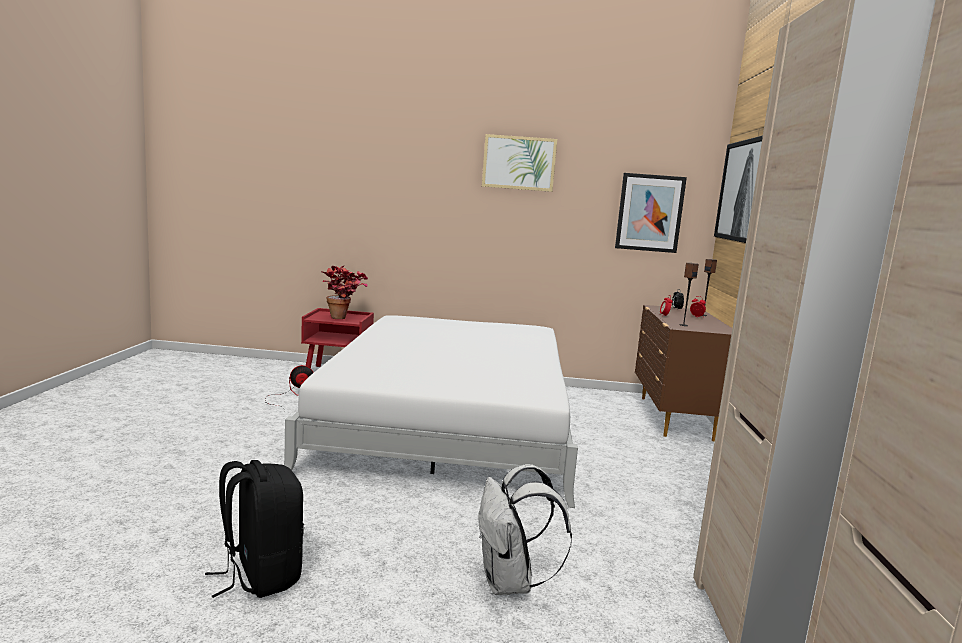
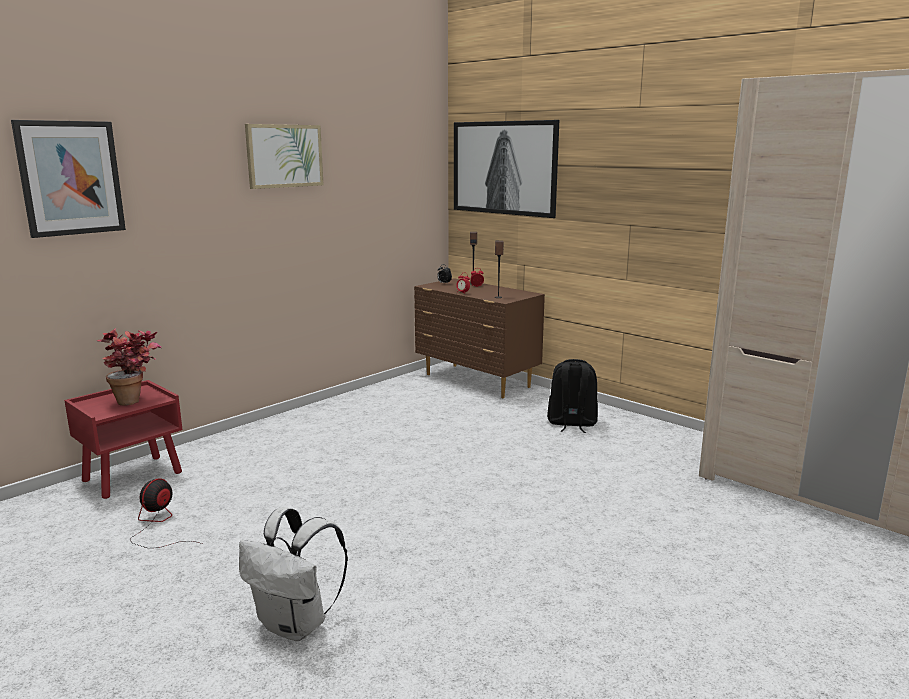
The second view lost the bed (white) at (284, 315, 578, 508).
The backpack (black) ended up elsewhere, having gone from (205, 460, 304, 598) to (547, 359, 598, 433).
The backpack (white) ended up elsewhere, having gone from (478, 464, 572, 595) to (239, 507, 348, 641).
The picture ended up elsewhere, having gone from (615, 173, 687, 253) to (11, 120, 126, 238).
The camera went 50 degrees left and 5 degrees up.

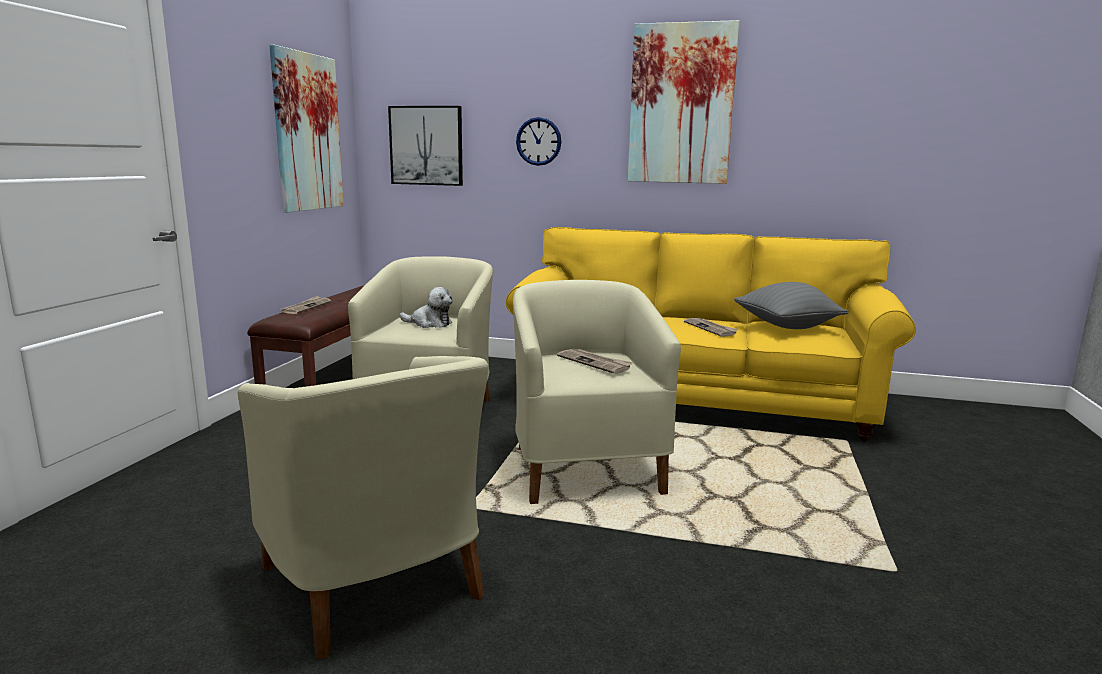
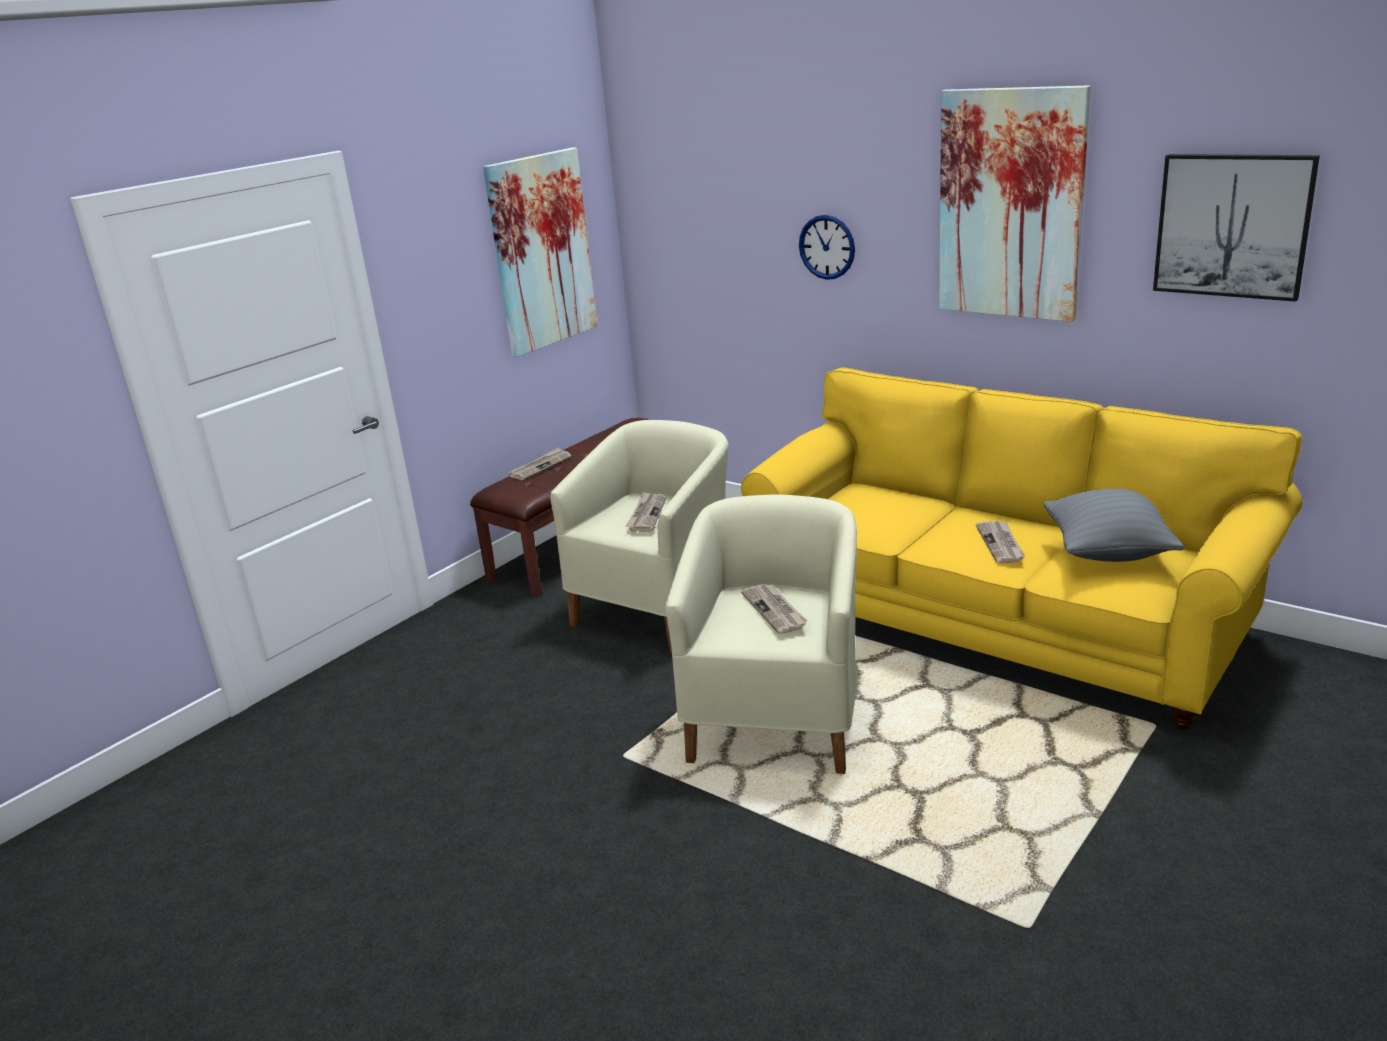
The second view lost the armchair (beige) at (238, 356, 489, 659).
The picture ended up elsewhere, having gone from (388, 106, 463, 186) to (1153, 154, 1320, 302).
Where the plush toy stood at (400, 287, 452, 328), the newspaper came to stand at (625, 492, 666, 532).
The camera went 25 degrees right and 10 degrees up.

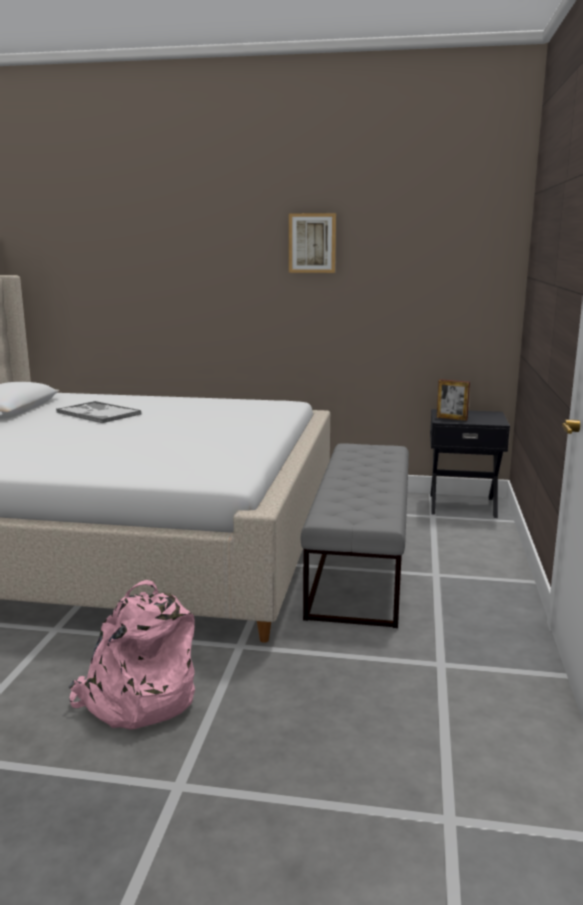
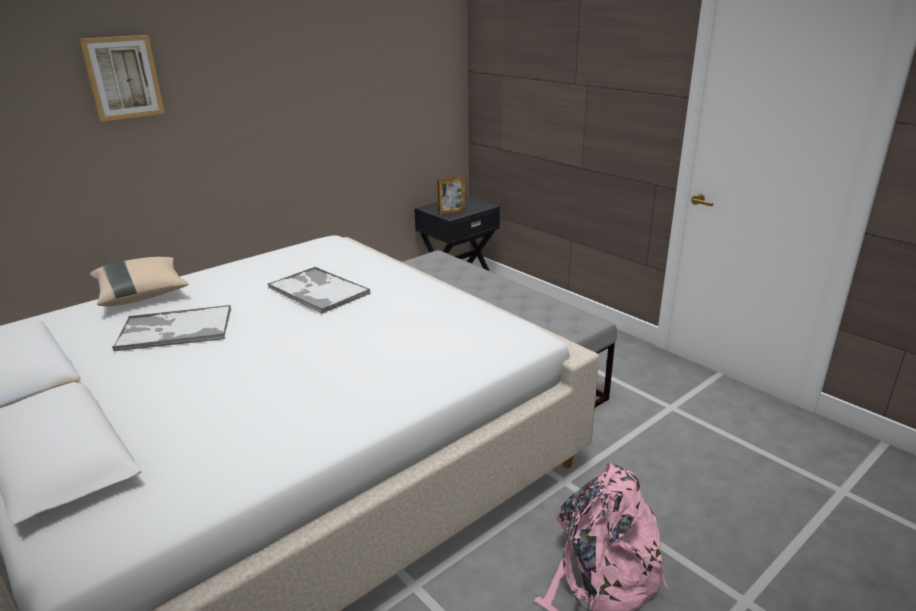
The second view gained the pillow (beige) at (90, 257, 188, 306).
The second view gained the tray at (268, 267, 371, 314).
The picture ended up elsewhere, having gone from (289, 213, 336, 273) to (79, 35, 165, 122).
The camera went 50 degrees left and 10 degrees up.

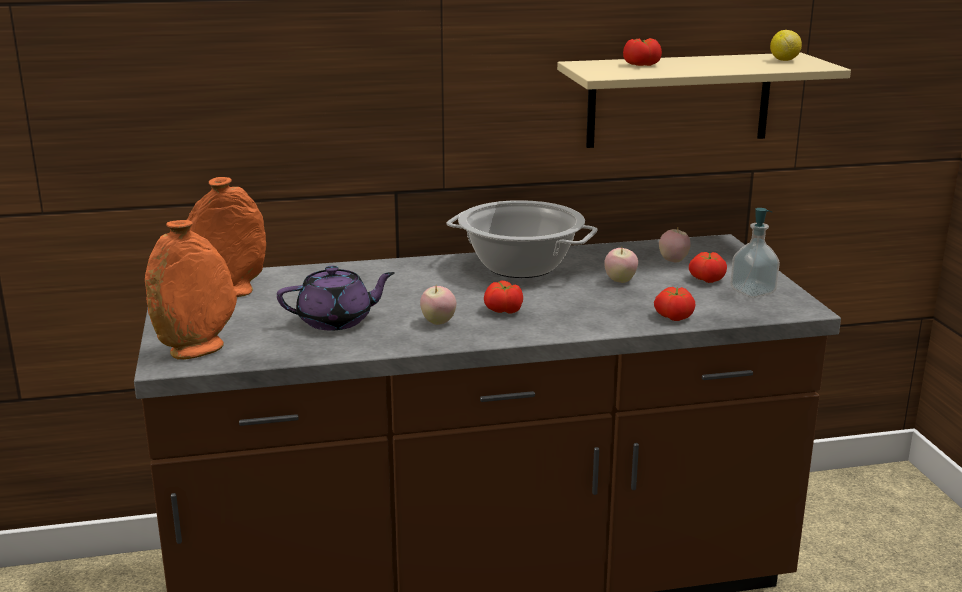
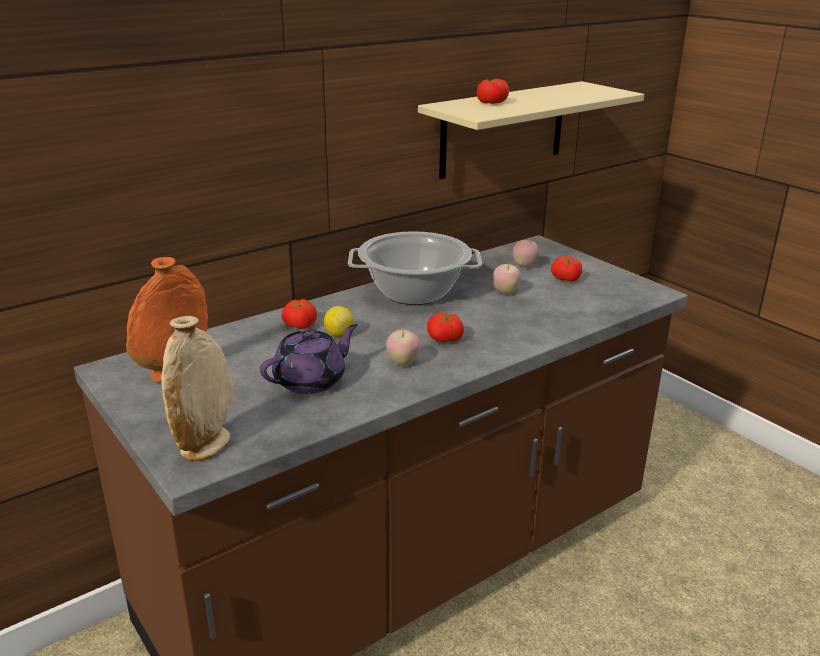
The second view lost the soap dispenser at (730, 208, 780, 298).
The tomato ended up elsewhere, having gone from (654, 287, 695, 321) to (281, 299, 317, 329).
The lemon ended up elsewhere, having gone from (770, 30, 802, 61) to (324, 306, 354, 336).
What was the vase (orange) at (145, 220, 237, 360) turned into the vase (beige) at (161, 316, 233, 462).
The camera went 25 degrees left and 5 degrees up.

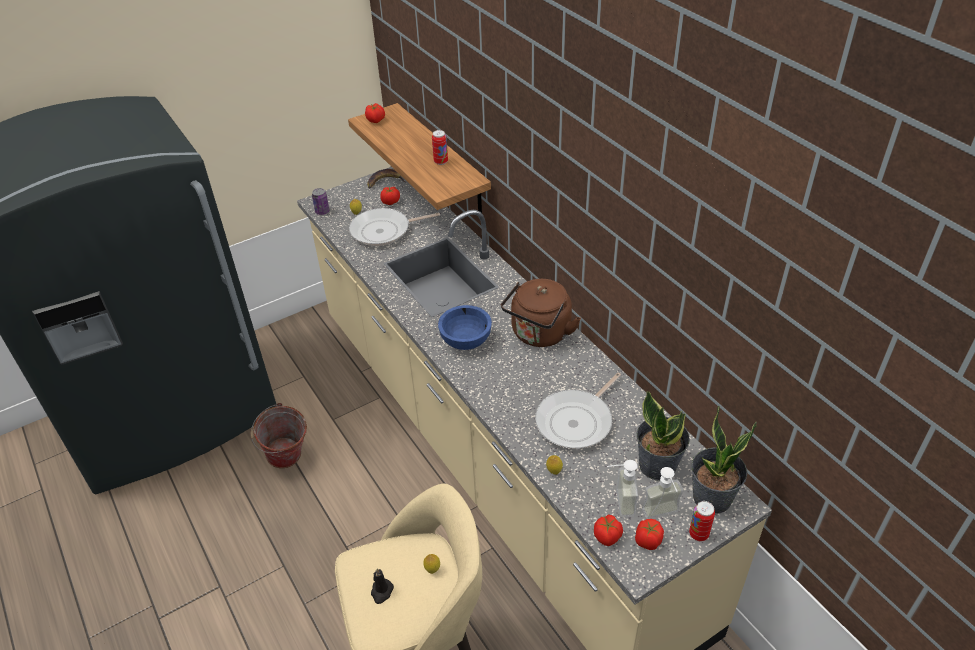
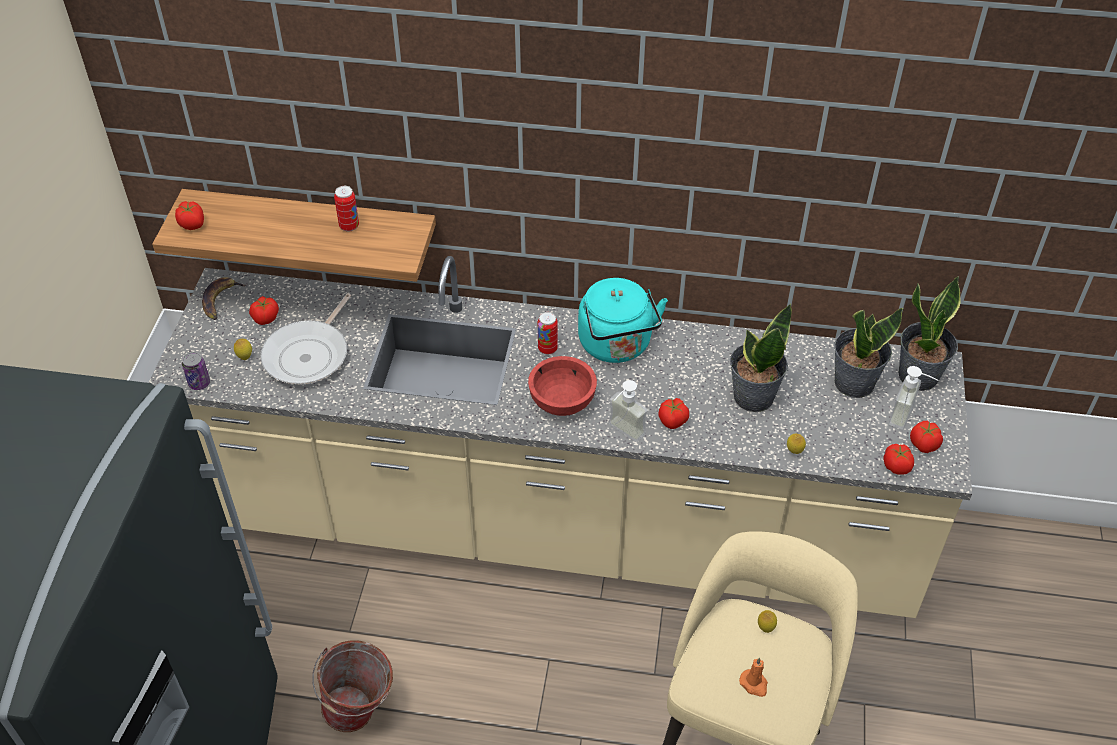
The second view gained the tomato at (658, 398, 689, 429).
The soap dispenser ended up elsewhere, having gone from (607, 460, 638, 518) to (608, 380, 648, 442).
The can ended up elsewhere, having gone from (689, 501, 715, 541) to (538, 312, 558, 354).
Where the frying pan stood at (535, 373, 621, 449), the potted plant came to stand at (730, 304, 792, 412).
What was the candle (black) at (371, 568, 394, 604) turned into the candle (orange) at (739, 657, 768, 697).
What was the bowl (blue) at (438, 305, 492, 350) turned into the bowl (red) at (528, 356, 597, 416).
What was the kettle (brown) at (501, 279, 581, 347) turned into the kettle (turquoise) at (578, 278, 668, 363).
The camera went 50 degrees left and 5 degrees up.

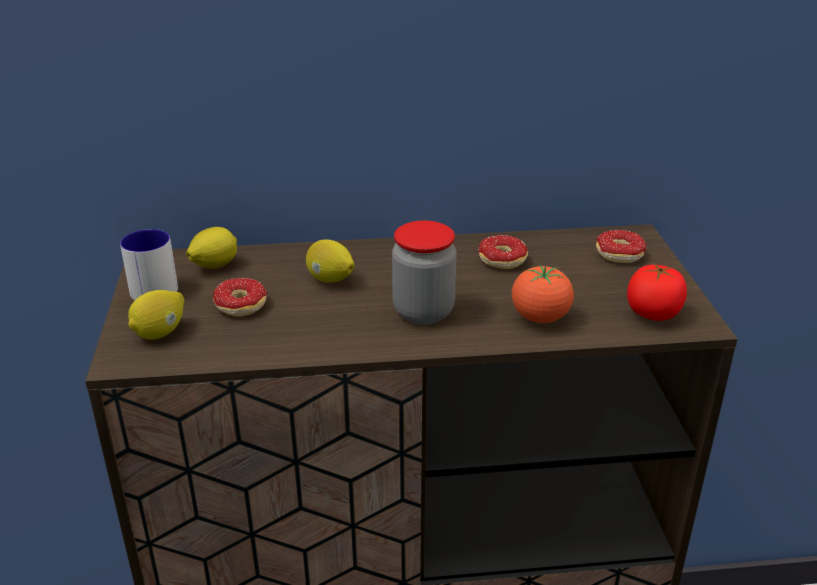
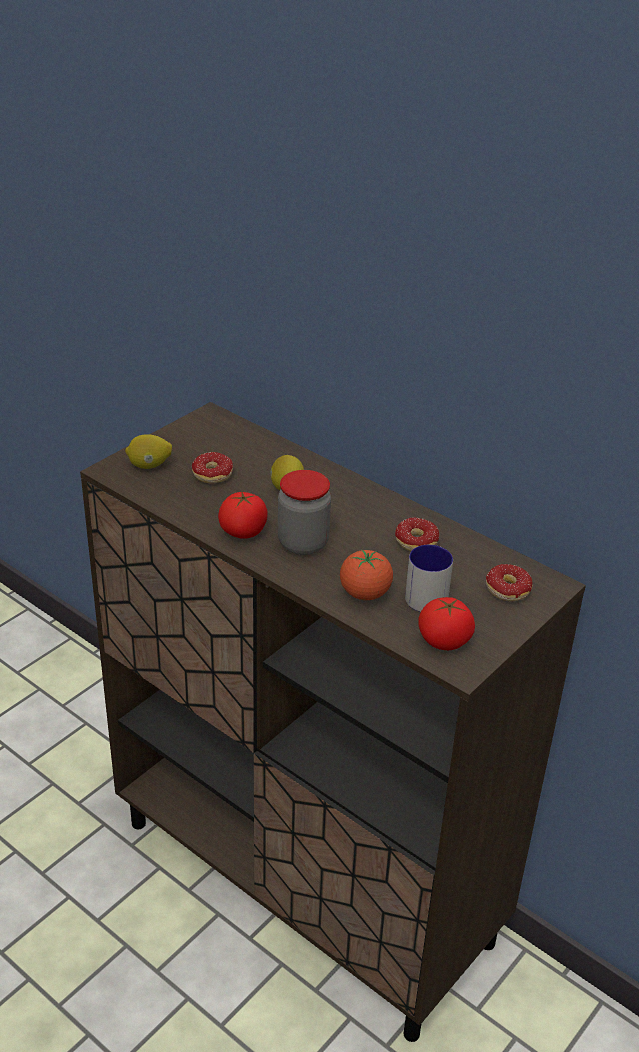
The second view lost the lemon at (186, 227, 237, 269).
The second view gained the tomato at (218, 490, 268, 539).
The mug ended up elsewhere, having gone from (120, 229, 178, 300) to (405, 545, 453, 612).
The camera went 45 degrees right and 5 degrees up.

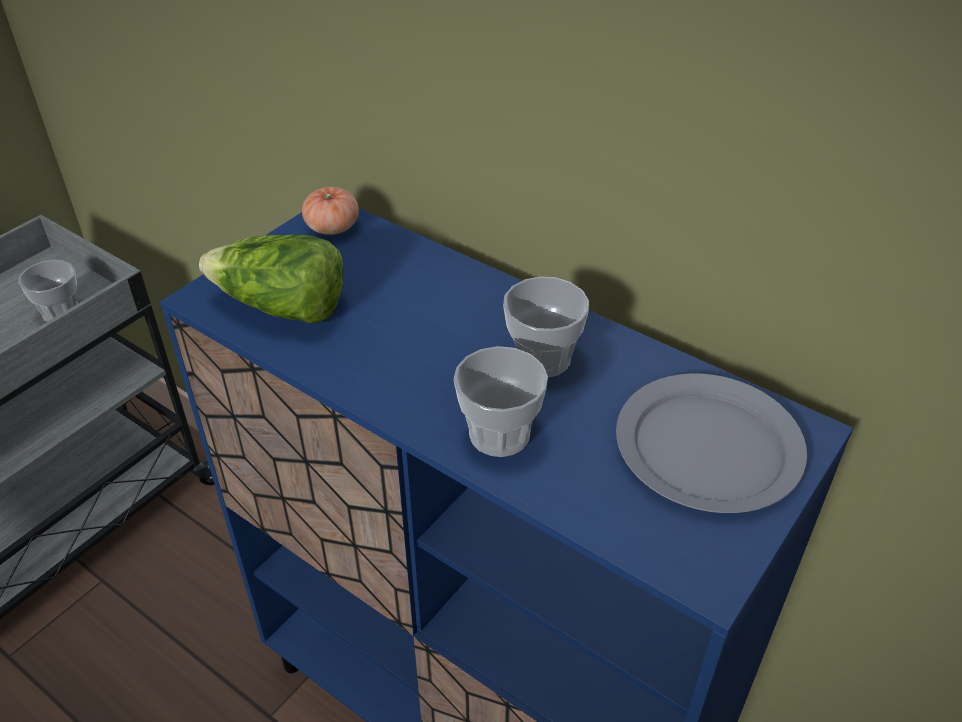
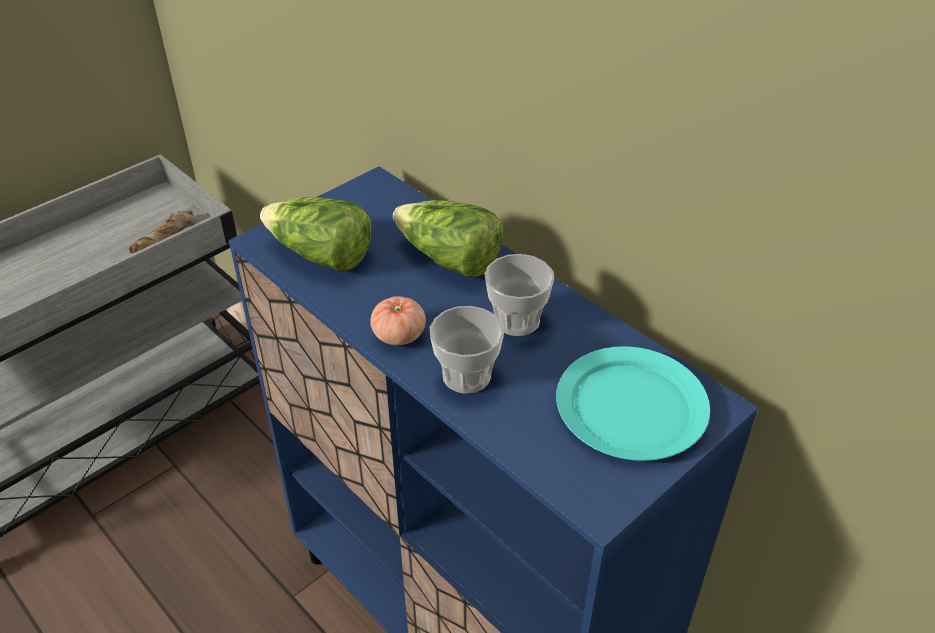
The second view gained the lettuce at (393, 200, 503, 278).
The tomato ended up elsewhere, having gone from (302, 187, 359, 235) to (370, 296, 426, 345).
Where the cup stood at (18, 260, 78, 322), the bread came to stand at (129, 210, 194, 254).
What was the plate (grey) at (616, 374, 807, 513) turned into the plate (turquoise) at (556, 346, 710, 461).
The camera went 10 degrees right and 0 degrees up.

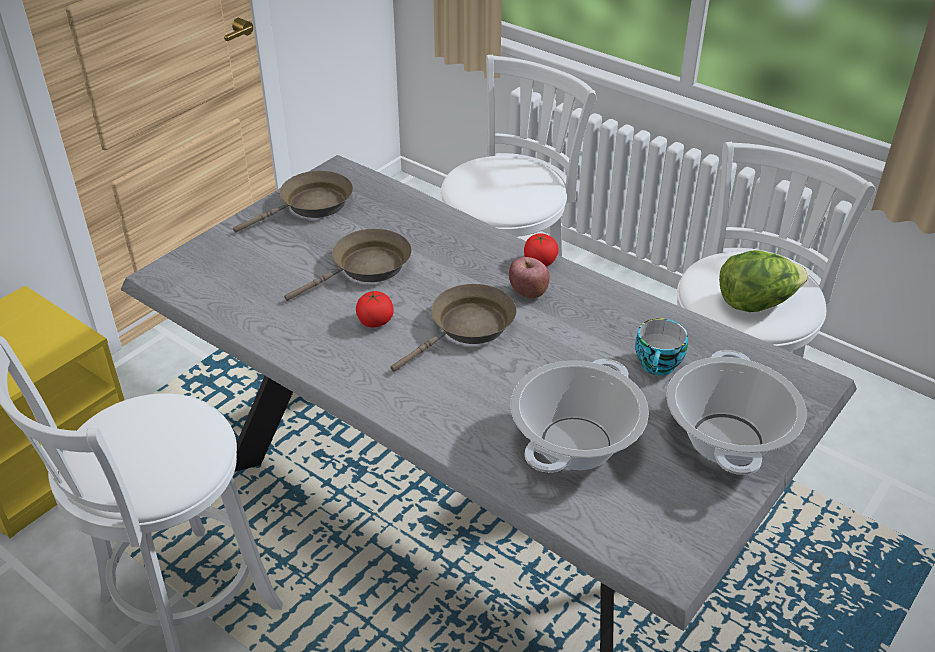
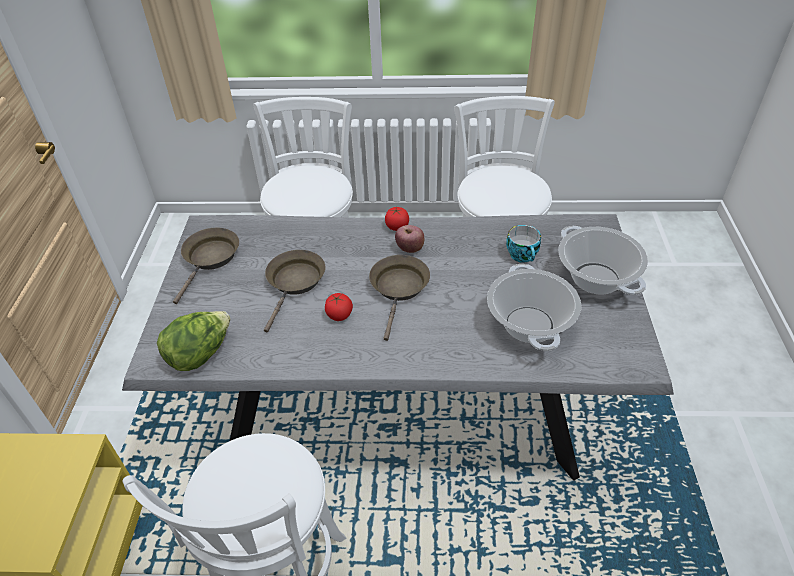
The lettuce ended up elsewhere, having gone from (719, 250, 809, 312) to (157, 311, 230, 371).
The camera went 35 degrees left and 5 degrees up.

